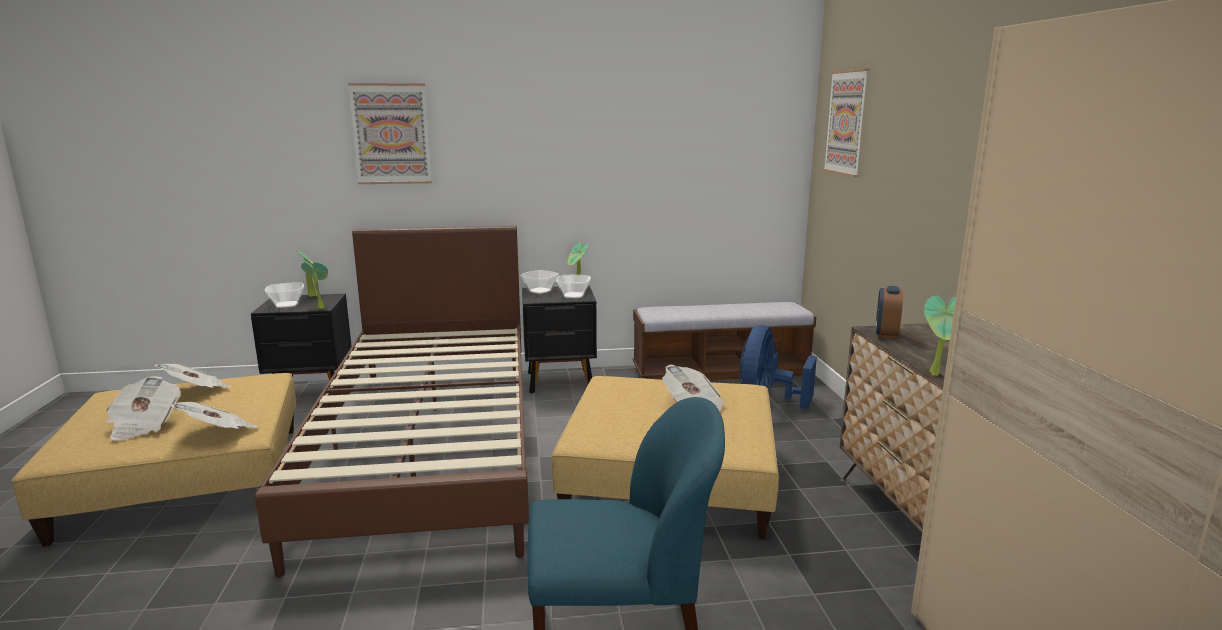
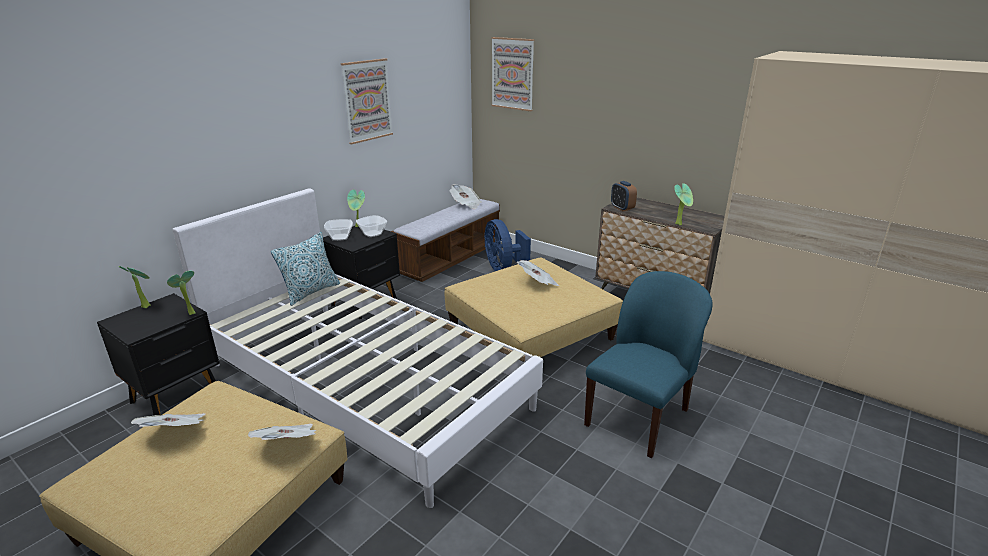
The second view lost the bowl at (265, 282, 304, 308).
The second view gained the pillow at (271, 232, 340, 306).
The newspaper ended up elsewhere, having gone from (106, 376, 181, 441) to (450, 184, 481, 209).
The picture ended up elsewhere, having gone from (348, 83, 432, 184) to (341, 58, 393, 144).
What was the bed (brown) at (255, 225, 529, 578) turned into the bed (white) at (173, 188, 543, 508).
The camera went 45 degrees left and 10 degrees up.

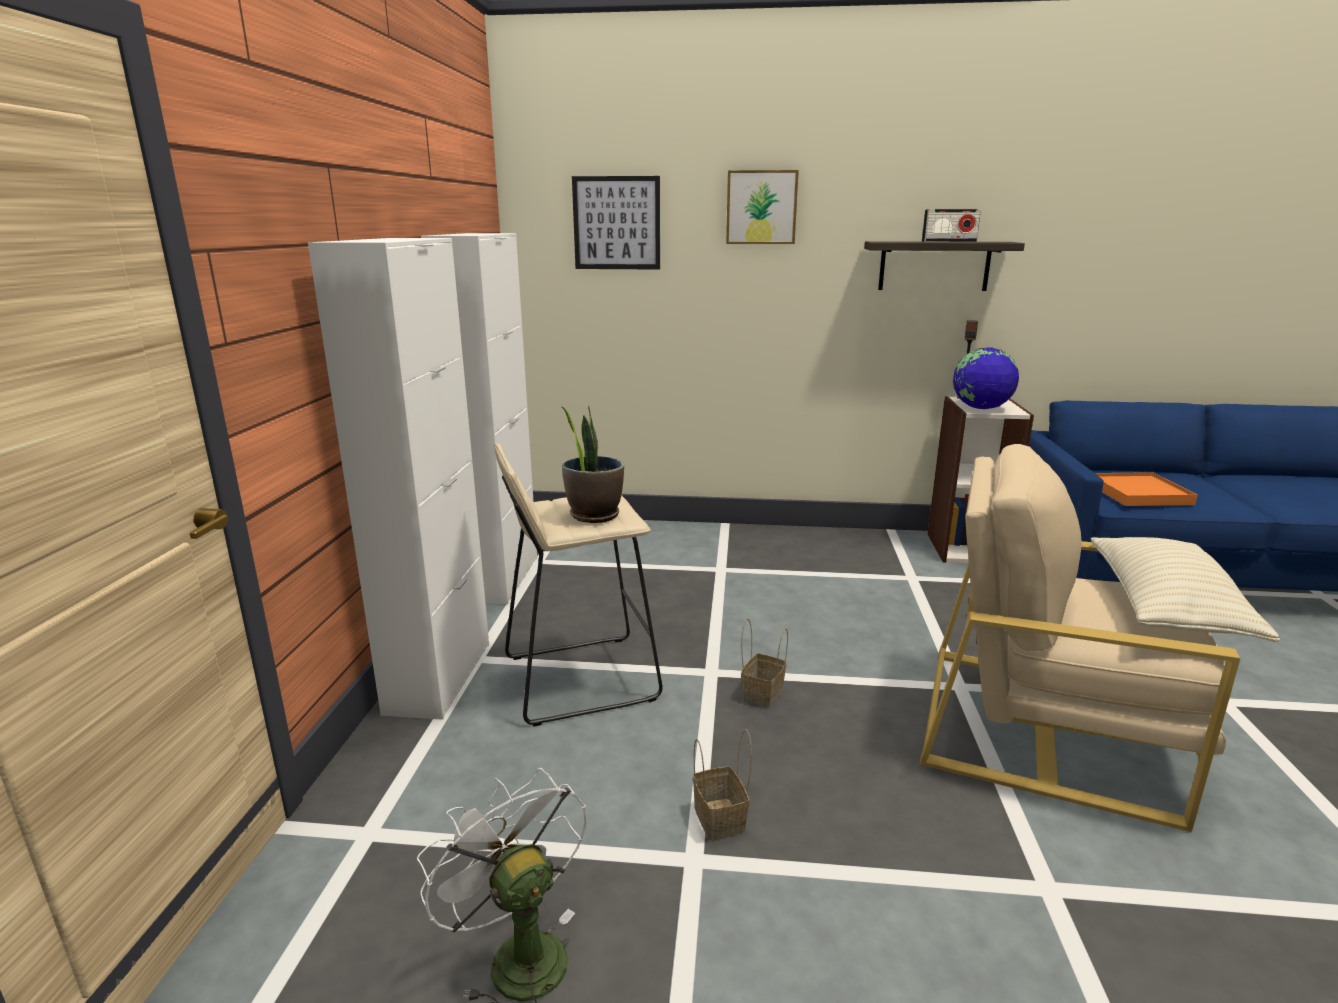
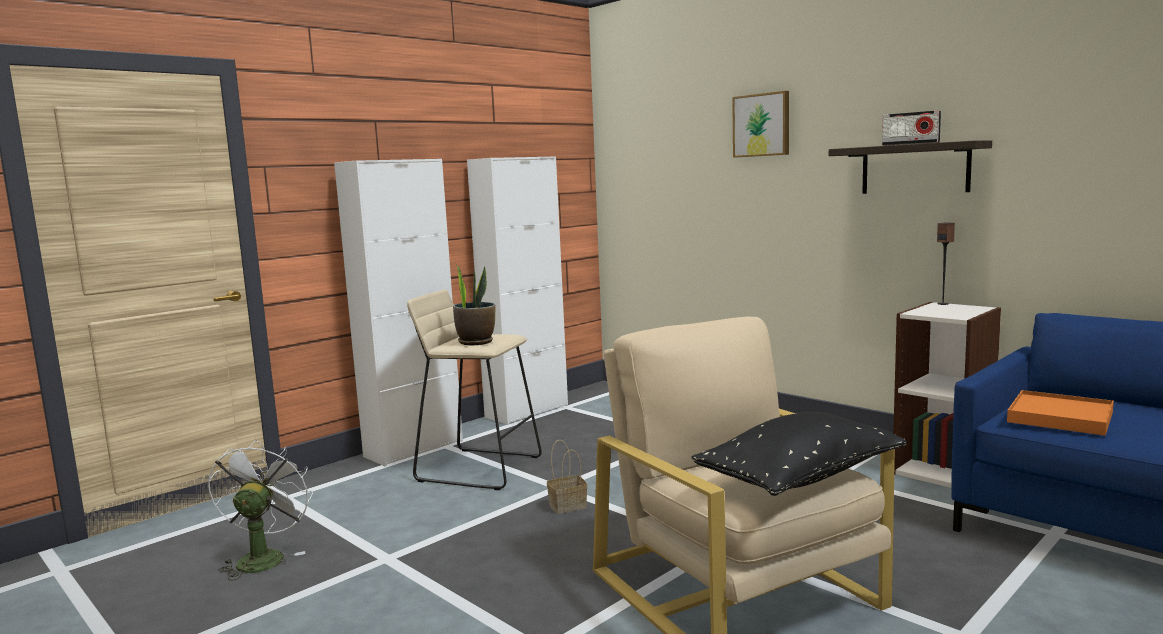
The second view lost the picture at (572, 176, 660, 270).
The second view lost the basket at (693, 729, 752, 840).
The second view lost the globe at (953, 347, 1019, 409).
What was the pillow (beige) at (1091, 537, 1280, 642) turned into the pillow (black) at (691, 412, 906, 496).
The camera went 40 degrees right and 10 degrees down.

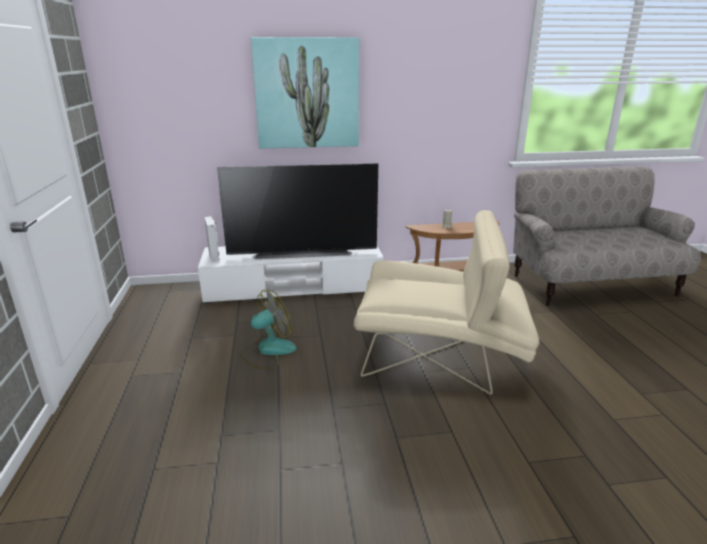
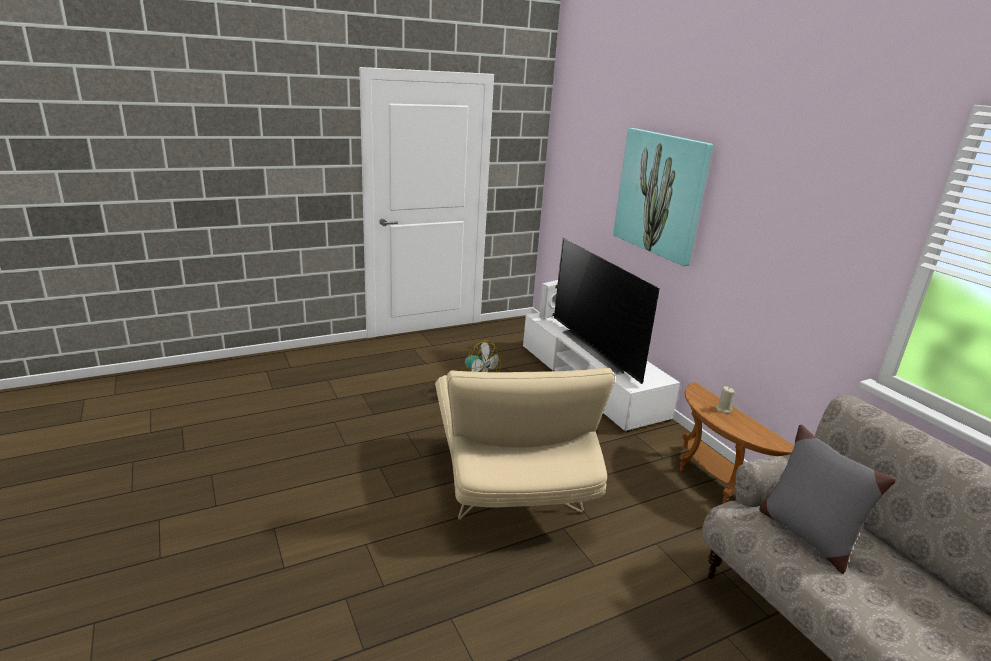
The second view gained the pillow (grey) at (759, 425, 896, 574).
The camera went 70 degrees right and 0 degrees up.

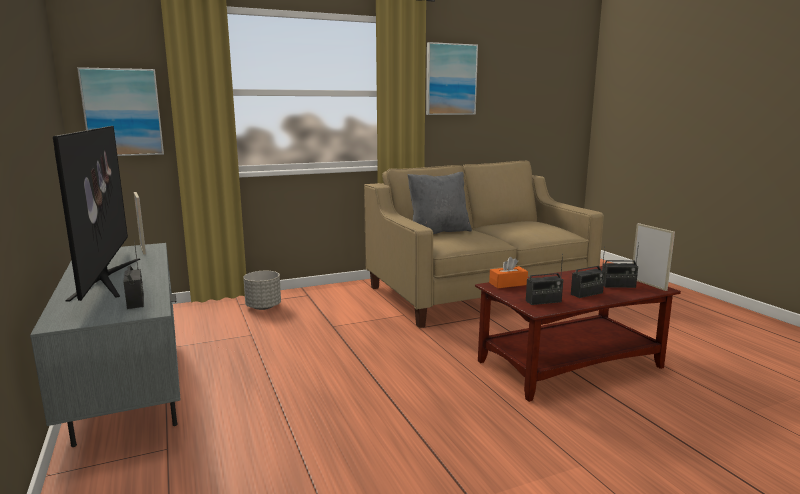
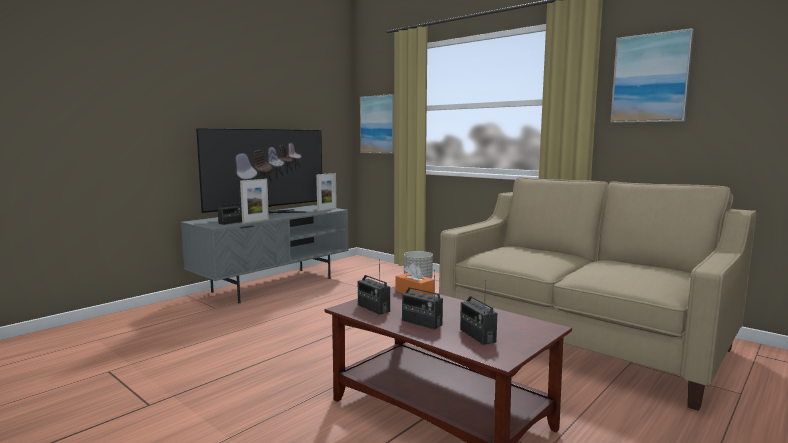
The second view lost the pillow (grey) at (408, 172, 472, 234).
The picture frame ended up elsewhere, having gone from (632, 223, 675, 291) to (240, 179, 269, 224).
The camera went 65 degrees right and 5 degrees down.

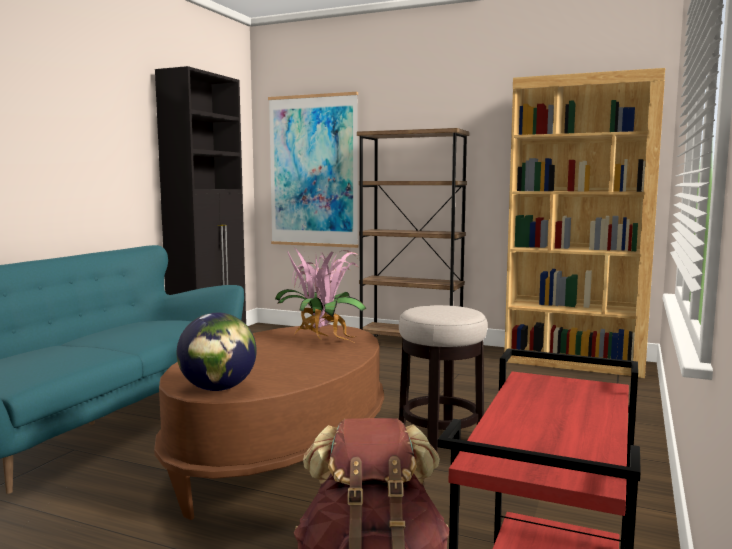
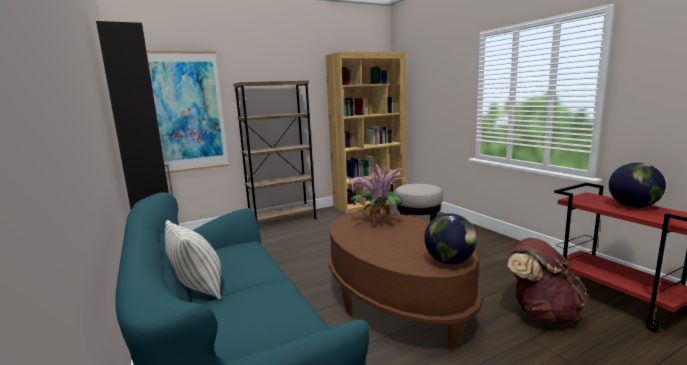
The second view gained the pillow at (165, 220, 222, 300).
The second view gained the globe at (609, 163, 666, 208).
The camera went 50 degrees left and 5 degrees up.

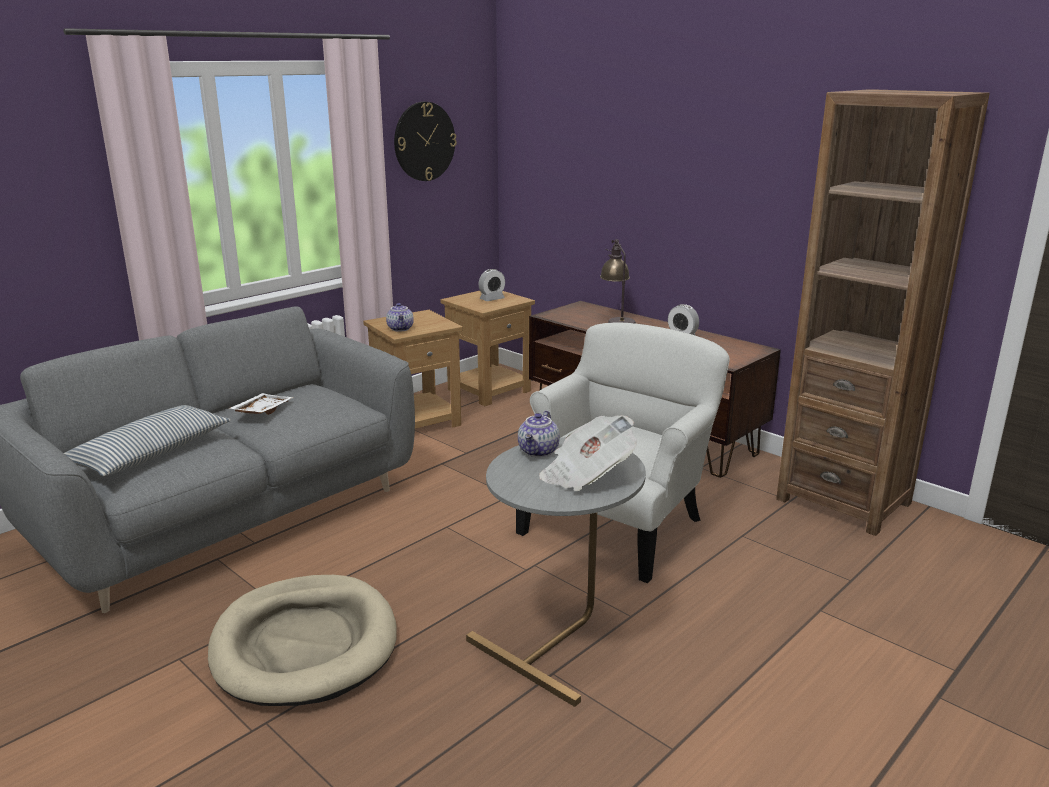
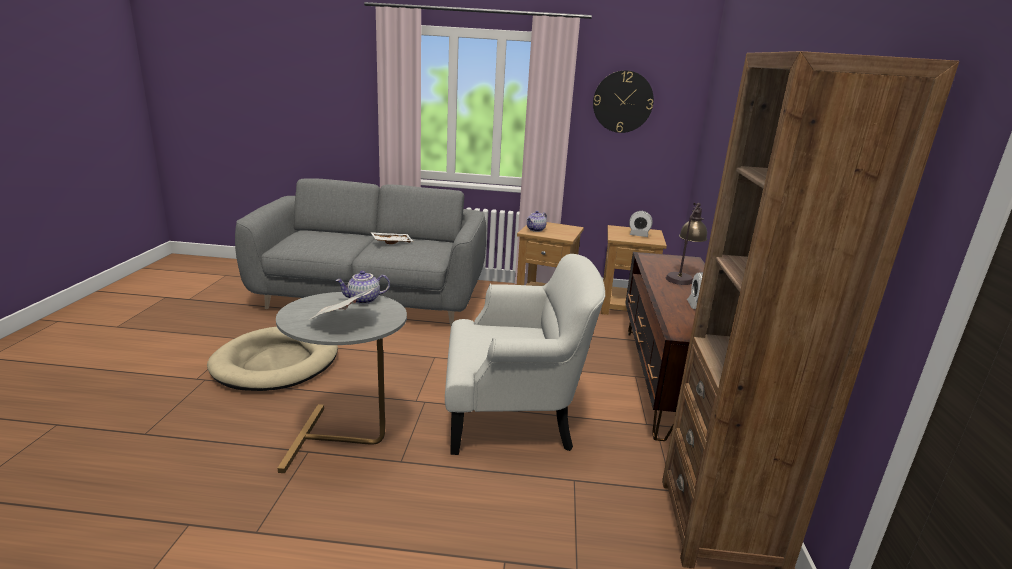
The second view lost the pillow at (64, 405, 231, 476).
The camera went 50 degrees right and 0 degrees up.

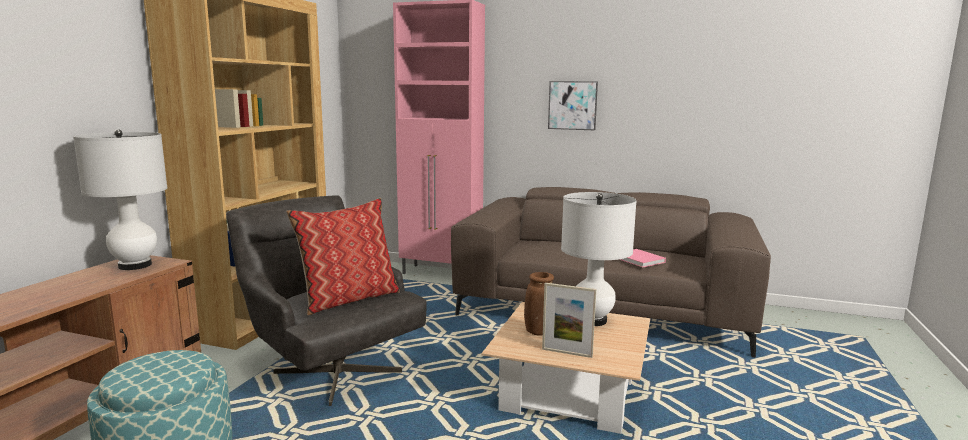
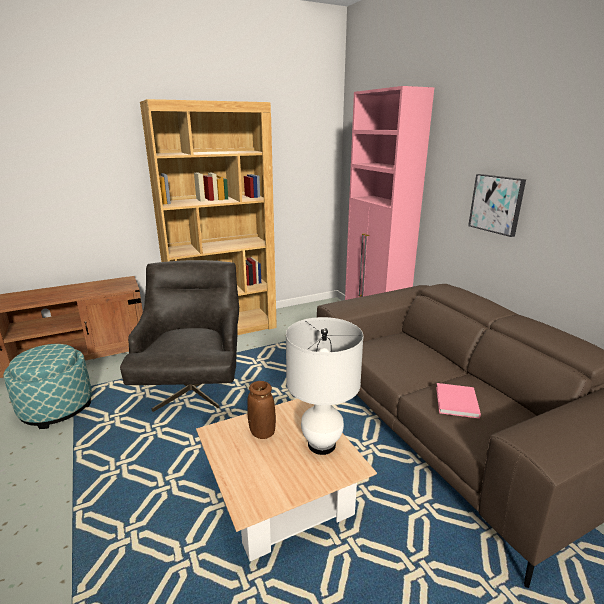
The second view lost the table lamp (white) at (73, 129, 167, 270).
The second view lost the pillow at (286, 198, 400, 316).
The second view lost the picture frame at (542, 283, 596, 358).
The camera went 45 degrees right and 10 degrees up.

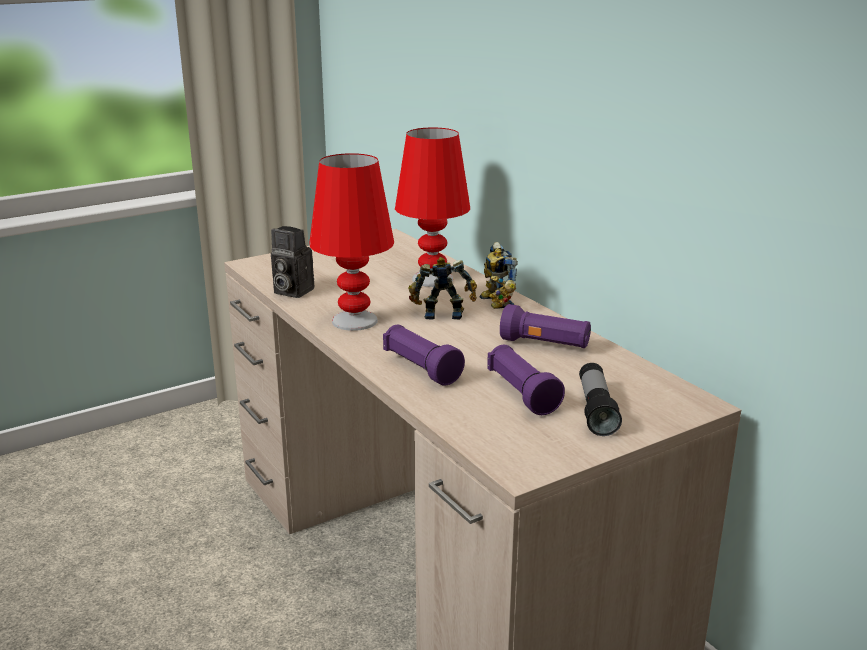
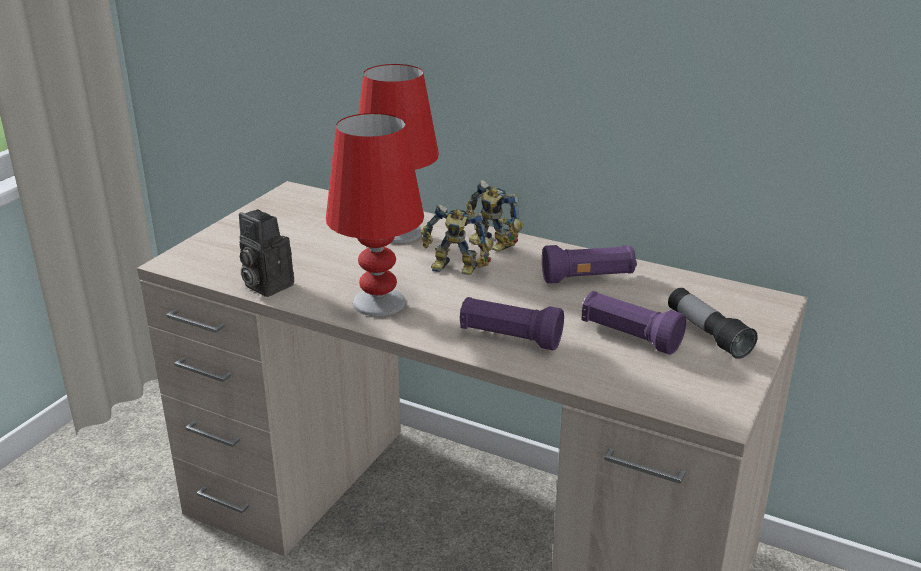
The photo camera at (271, 226, 314, 298) ended up facing another way, 45 degrees clockwise from before.
The toy robot at (408, 257, 477, 320) ended up facing another way, 135 degrees counterclockwise from before.
The camera went 30 degrees left and 5 degrees up.

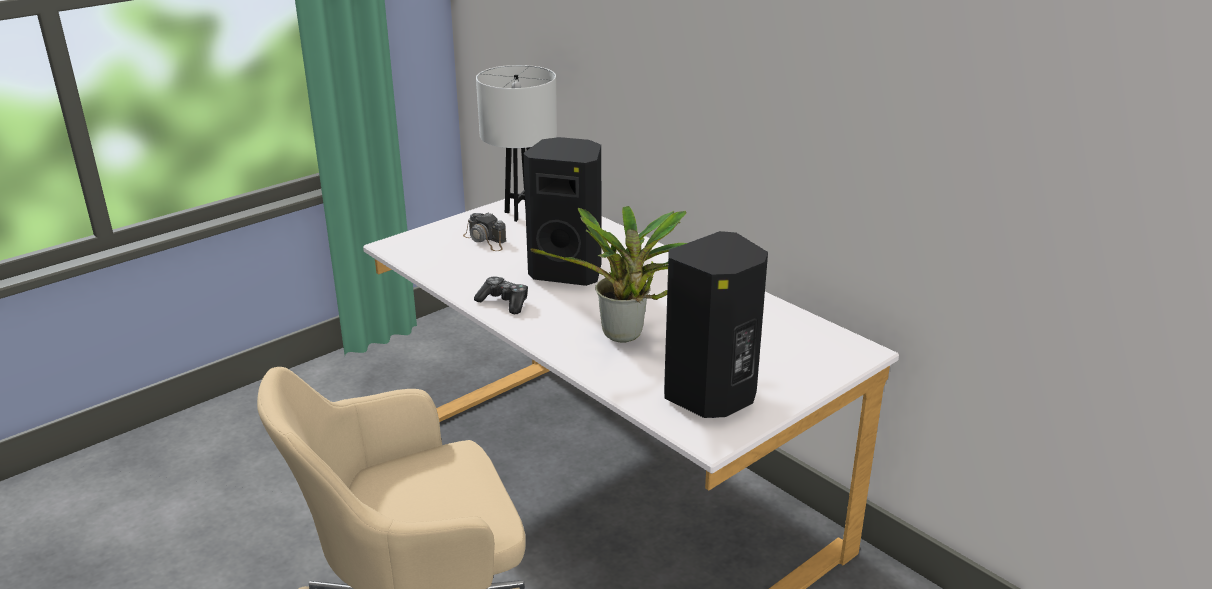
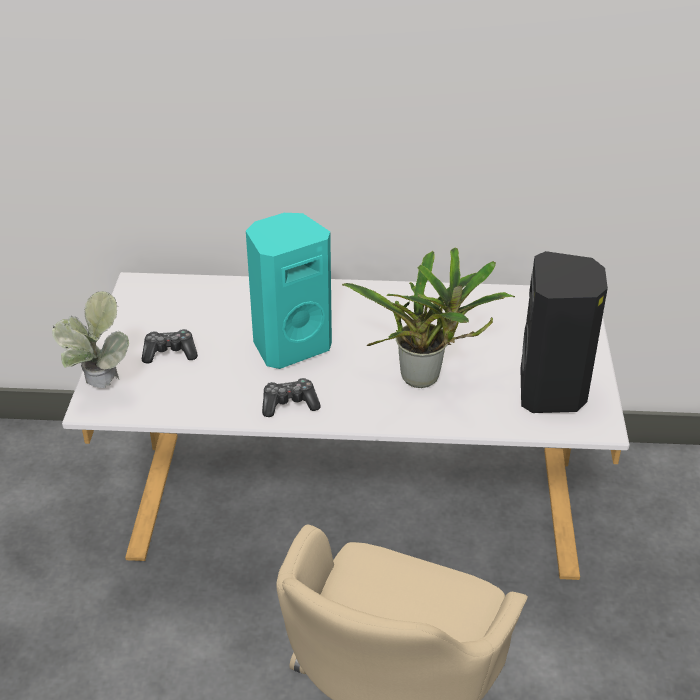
The second view lost the table lamp (white) at (476, 65, 557, 222).
The second view gained the potted plant at (52, 291, 129, 388).
Where the photo camera stood at (463, 212, 506, 251), the game controller came to stand at (142, 329, 198, 364).
What was the speaker (black) at (523, 137, 602, 286) turned into the speaker (turquoise) at (246, 213, 332, 369).
The camera went 45 degrees left and 10 degrees up.

